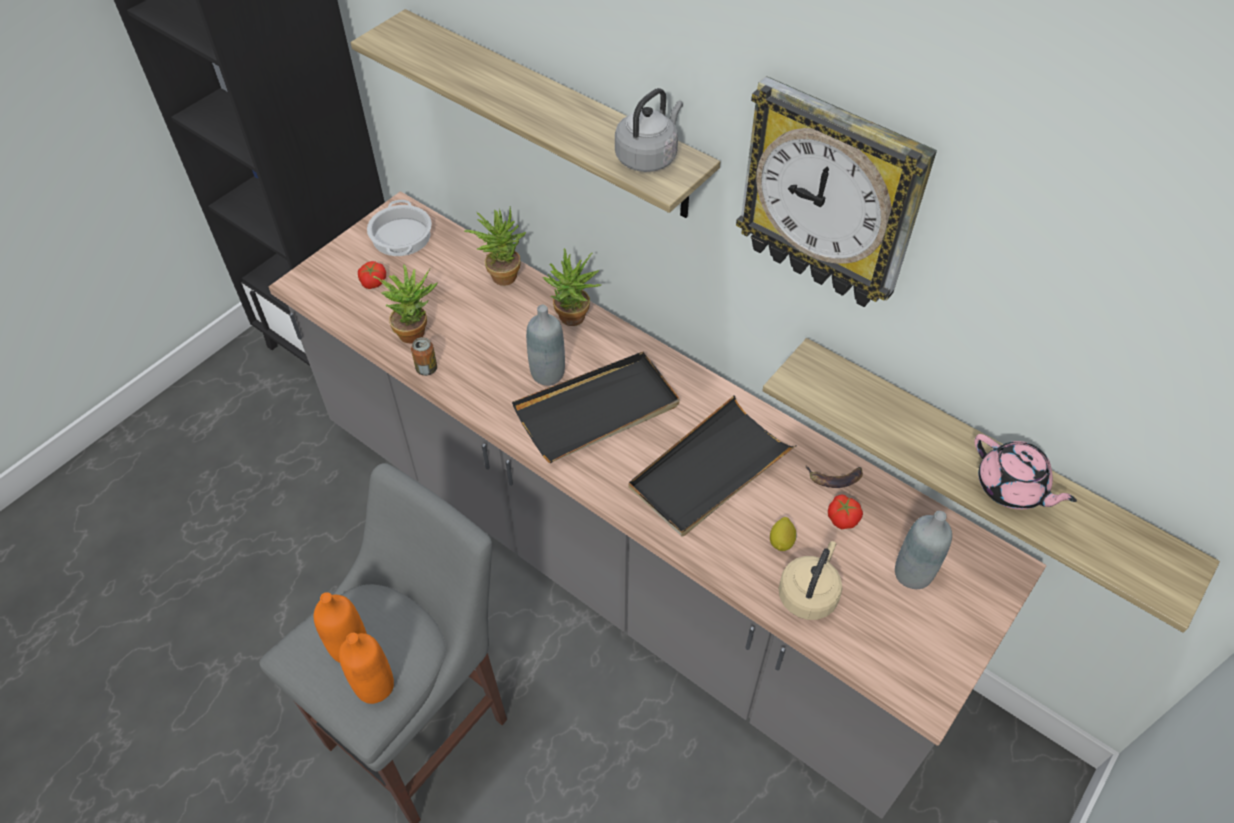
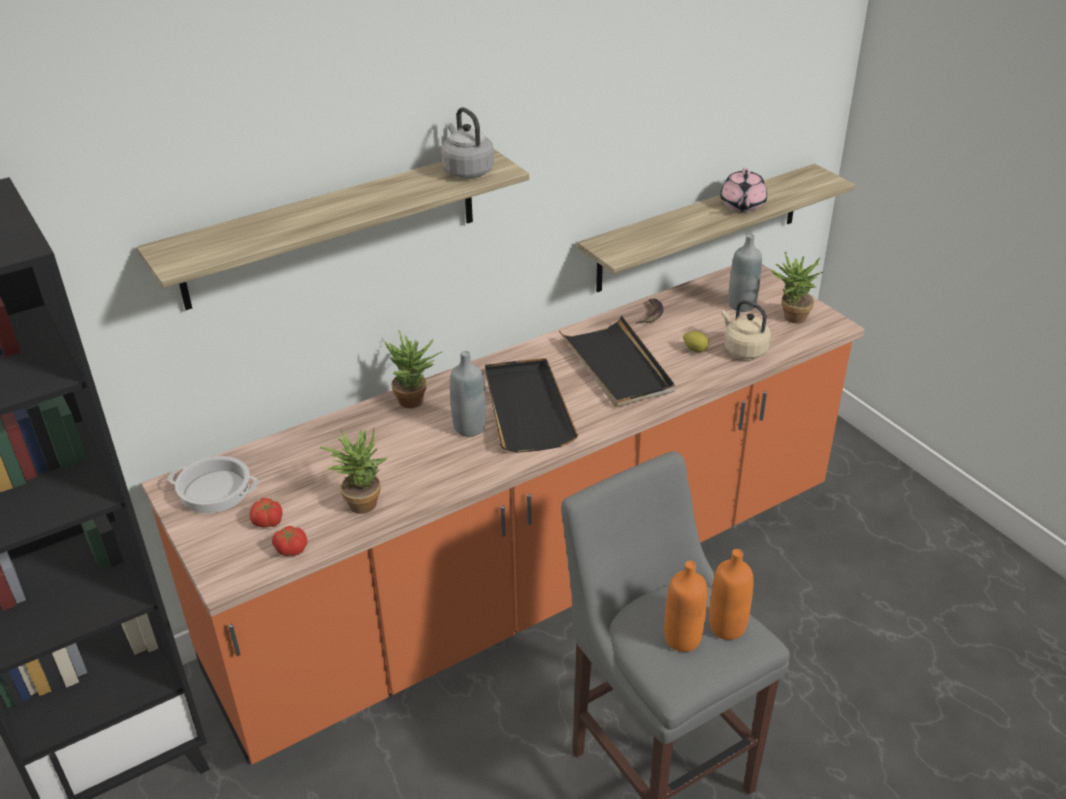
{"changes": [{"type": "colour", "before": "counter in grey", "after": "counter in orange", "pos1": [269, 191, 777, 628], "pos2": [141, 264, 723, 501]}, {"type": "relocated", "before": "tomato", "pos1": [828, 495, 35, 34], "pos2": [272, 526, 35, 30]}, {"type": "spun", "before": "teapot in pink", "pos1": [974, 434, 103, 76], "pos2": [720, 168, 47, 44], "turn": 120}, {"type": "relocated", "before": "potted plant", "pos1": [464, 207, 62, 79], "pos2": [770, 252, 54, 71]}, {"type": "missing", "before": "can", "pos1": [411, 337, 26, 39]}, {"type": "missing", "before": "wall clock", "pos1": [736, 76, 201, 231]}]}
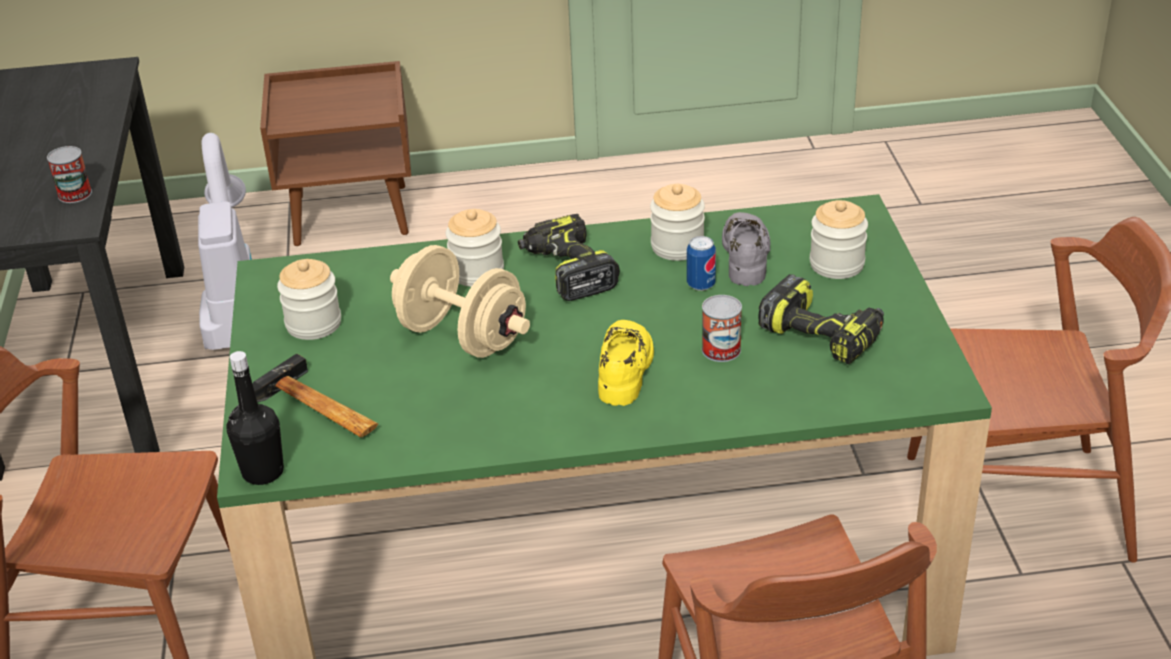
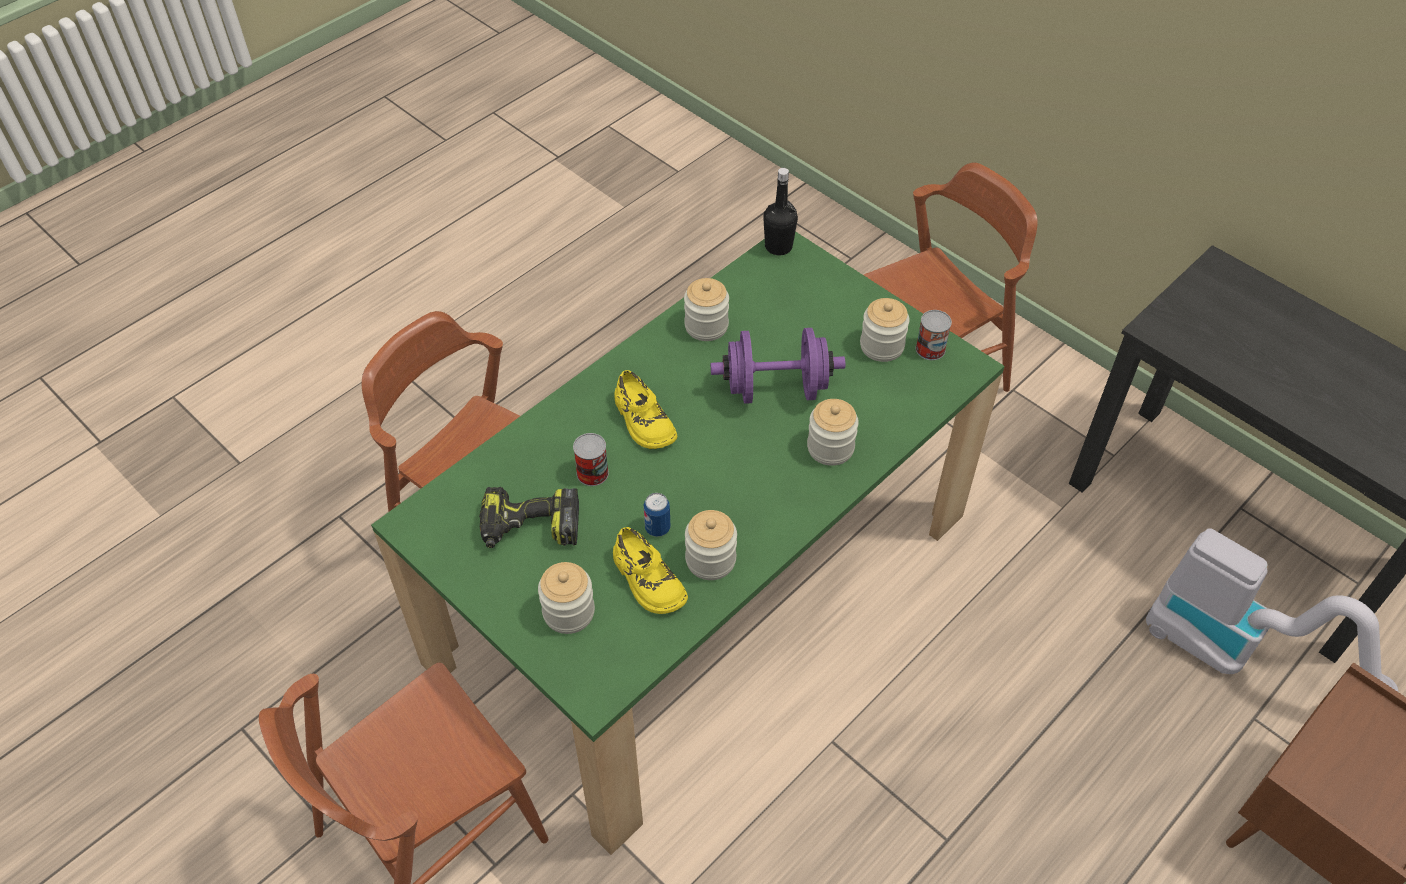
{"changes": [{"type": "colour", "before": "shoe in grey", "after": "shoe in yellow", "pos1": [722, 212, 49, 74], "pos2": [613, 527, 75, 87]}, {"type": "appeared", "after": "jar", "pos2": [684, 278, 45, 63]}, {"type": "colour", "before": "dumbbell in beige", "after": "dumbbell in purple", "pos1": [390, 245, 140, 113], "pos2": [711, 328, 134, 76]}, {"type": "relocated", "before": "can", "pos1": [47, 146, 45, 57], "pos2": [916, 310, 36, 50]}, {"type": "missing", "before": "hammer", "pos1": [252, 353, 126, 84]}, {"type": "missing", "before": "power drill", "pos1": [518, 214, 102, 87]}]}
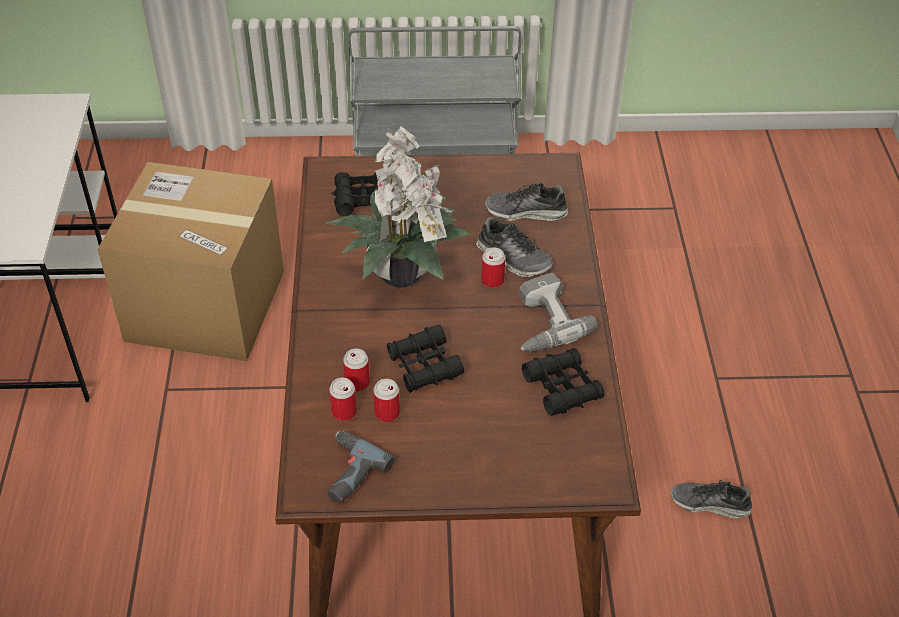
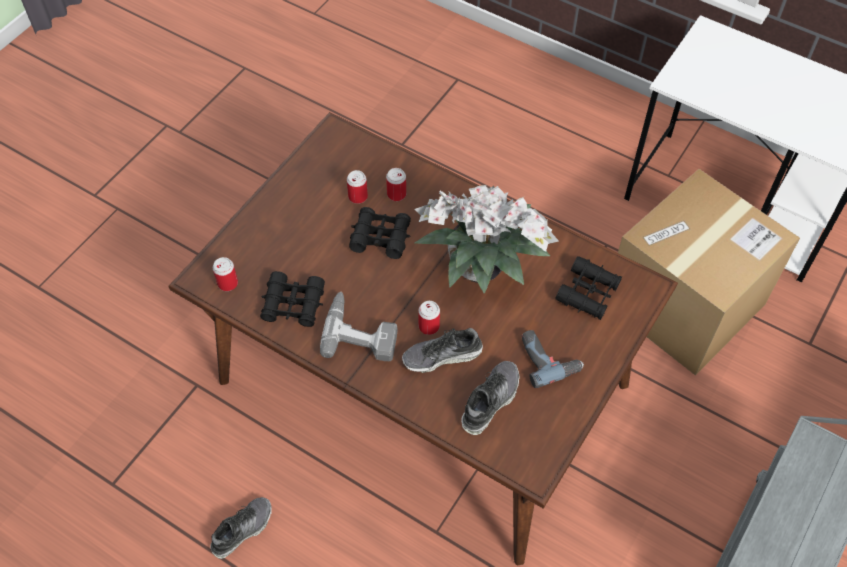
{"changes": [{"type": "relocated", "before": "can", "pos1": [329, 378, 28, 43], "pos2": [213, 257, 25, 34]}, {"type": "relocated", "before": "power drill", "pos1": [327, 430, 68, 74], "pos2": [521, 330, 63, 58]}]}
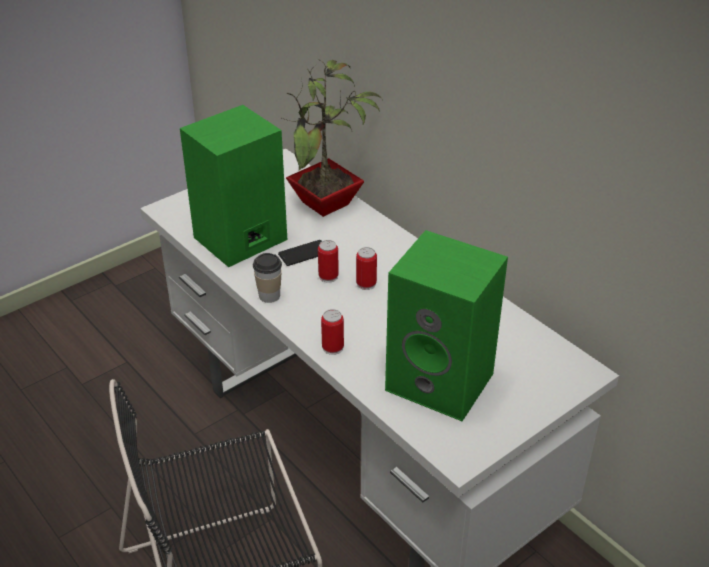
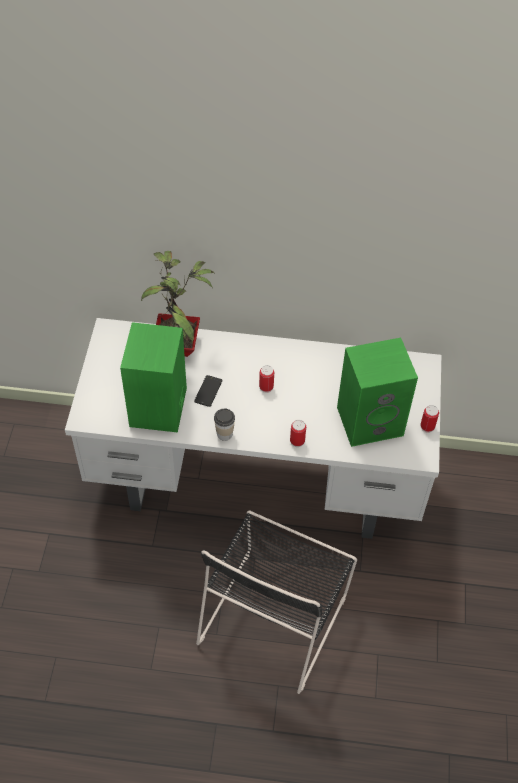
{"changes": [{"type": "relocated", "before": "can", "pos1": [318, 240, 21, 43], "pos2": [421, 405, 18, 28]}]}
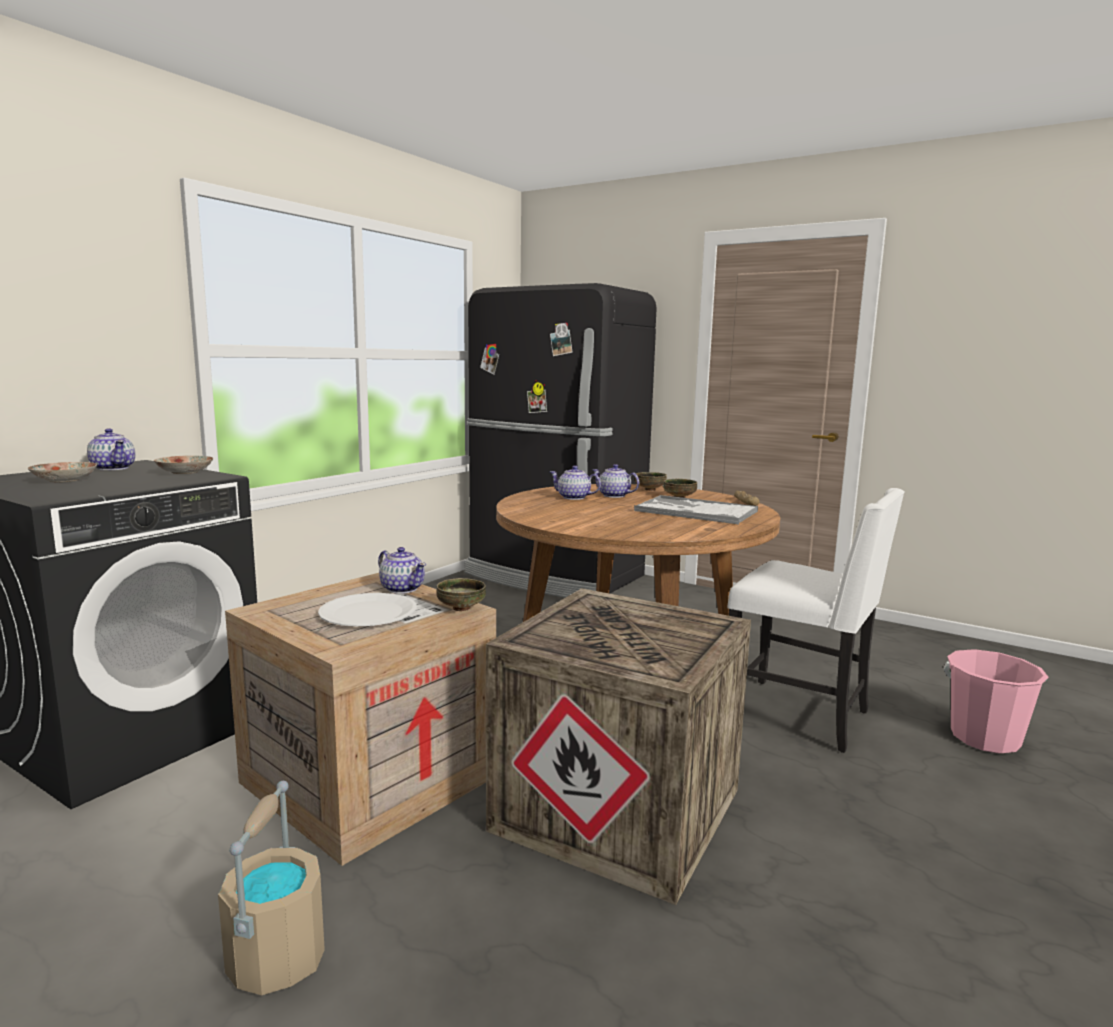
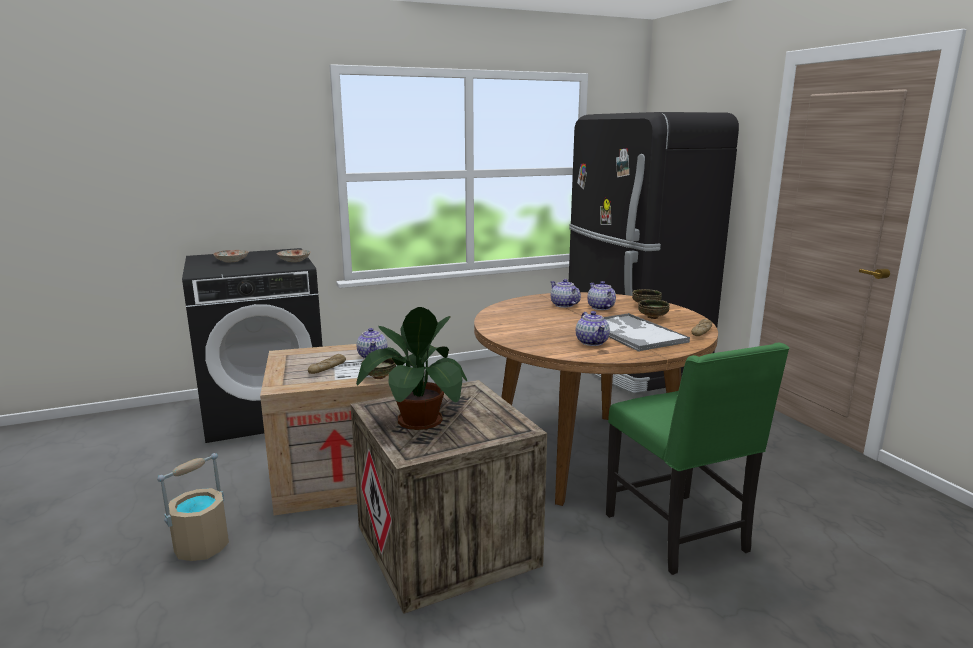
{"changes": [{"type": "exchanged", "before": "plate in white", "after": "bread", "pos1": [318, 593, 99, 33], "pos2": [308, 354, 38, 20]}, {"type": "appeared", "after": "potted plant", "pos2": [356, 307, 111, 123]}, {"type": "relocated", "before": "teapot", "pos1": [87, 428, 48, 43], "pos2": [576, 311, 34, 35]}, {"type": "colour", "before": "chair in white", "after": "chair in green", "pos1": [727, 488, 178, 265], "pos2": [606, 343, 183, 232]}, {"type": "missing", "before": "bucket in pink", "pos1": [944, 649, 105, 105]}]}
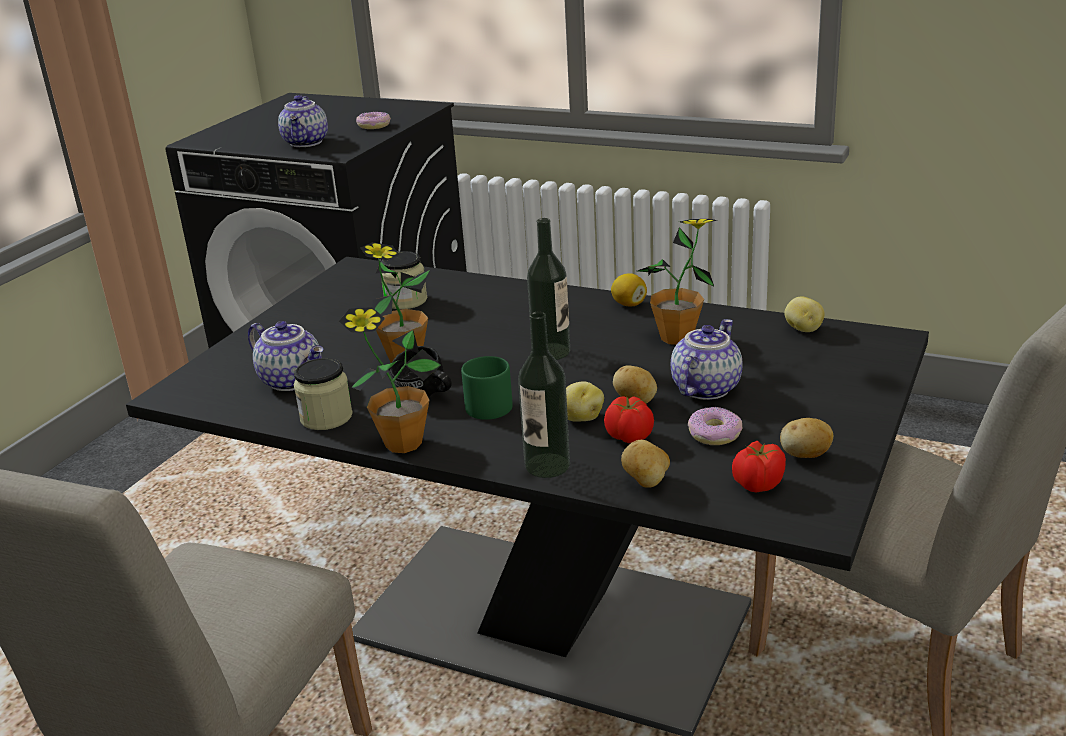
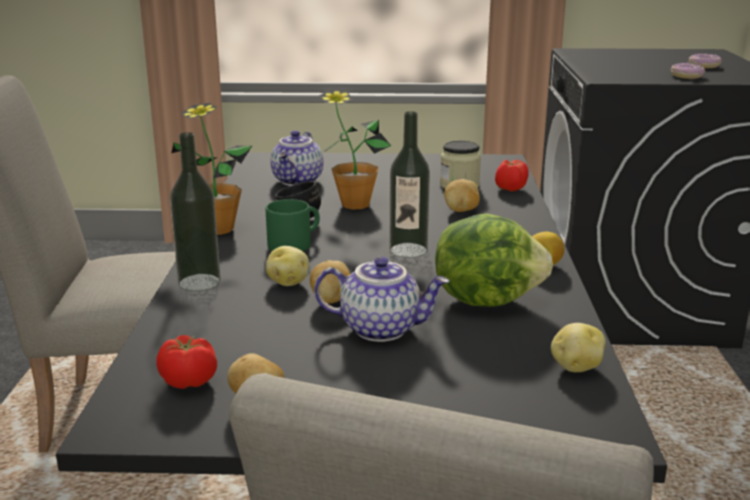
{"changes": [{"type": "exchanged", "before": "potted plant", "after": "lettuce", "pos1": [638, 219, 80, 126], "pos2": [435, 213, 118, 94]}, {"type": "relocated", "before": "potato", "pos1": [621, 440, 49, 48], "pos2": [444, 179, 36, 33]}, {"type": "relocated", "before": "tomato", "pos1": [604, 396, 50, 47], "pos2": [495, 160, 34, 31]}, {"type": "relocated", "before": "donut", "pos1": [688, 407, 54, 38], "pos2": [689, 53, 33, 15]}, {"type": "missing", "before": "teapot", "pos1": [278, 95, 50, 52]}, {"type": "missing", "before": "jar", "pos1": [293, 358, 60, 72]}]}
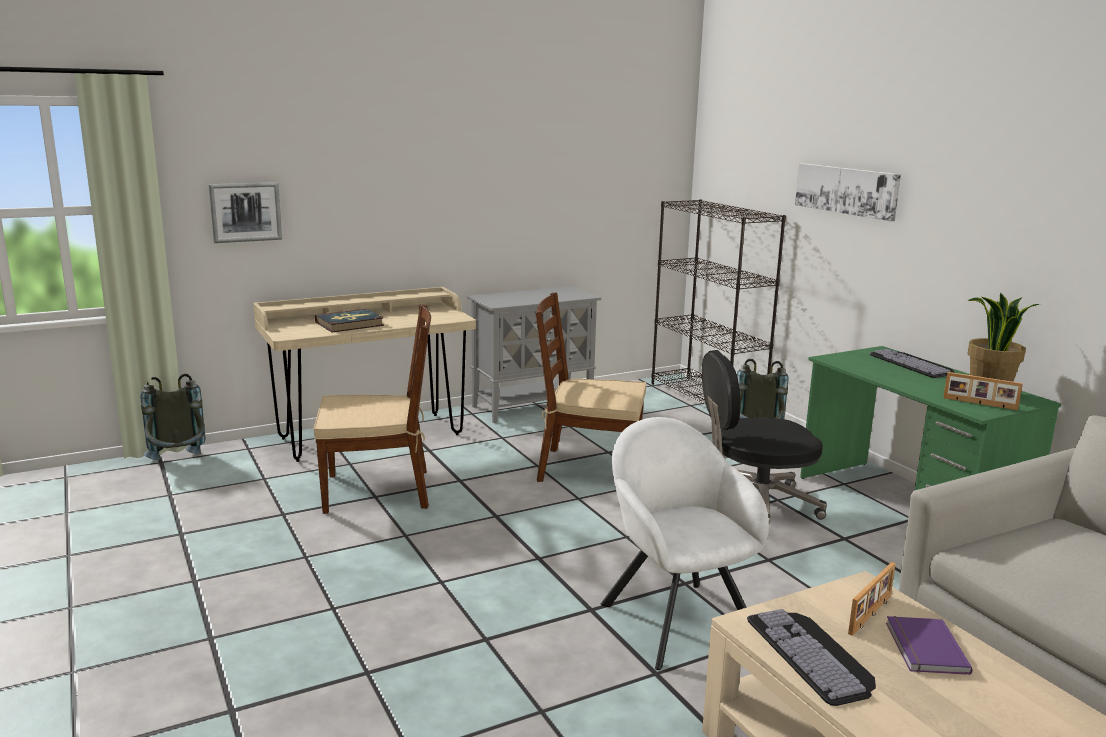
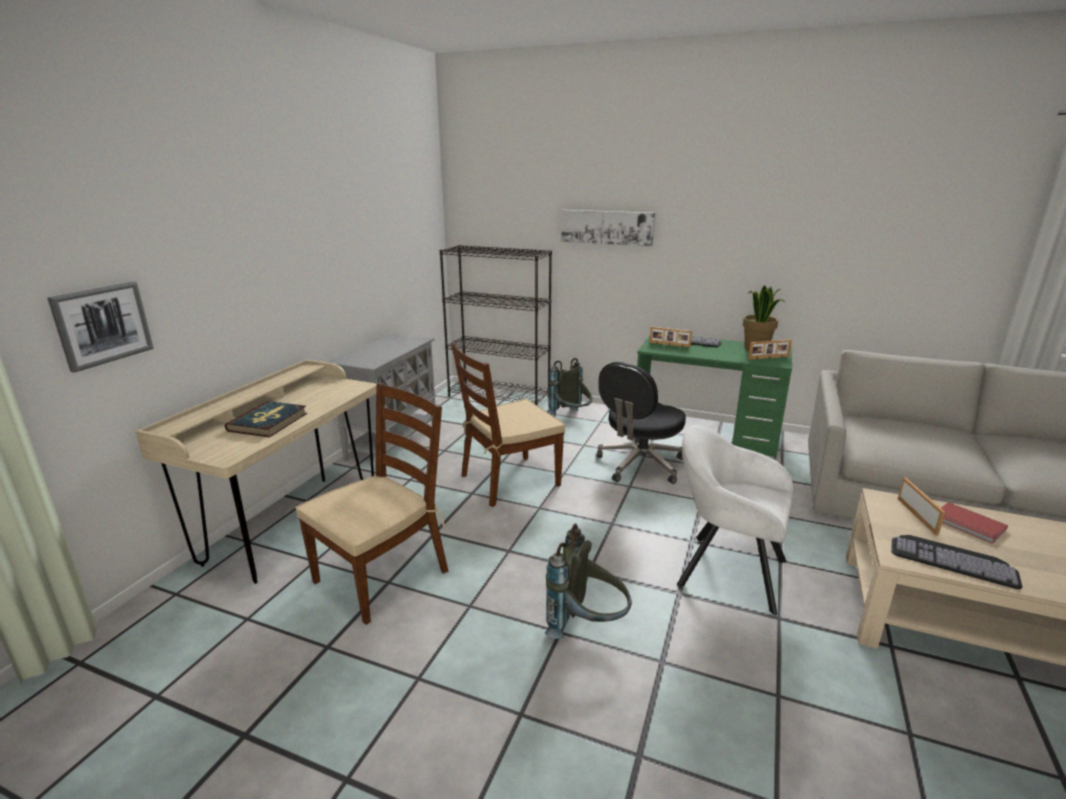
{"changes": [{"type": "relocated", "before": "backpack in grey", "pos1": [140, 374, 65, 86], "pos2": [545, 523, 87, 116]}, {"type": "appeared", "after": "picture frame", "pos2": [649, 327, 43, 21]}, {"type": "colour", "before": "book in purple", "after": "book in red", "pos1": [886, 616, 87, 59], "pos2": [941, 502, 67, 41]}]}
